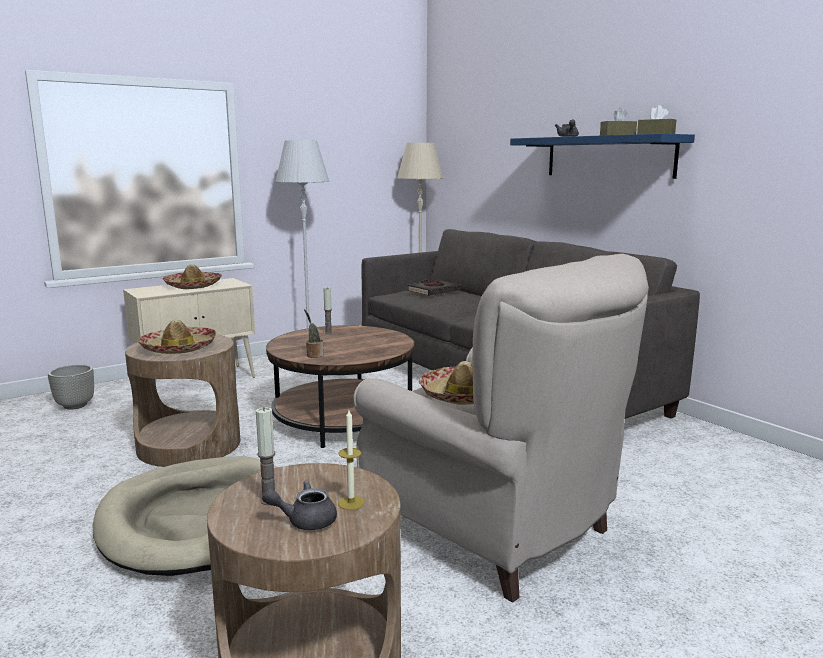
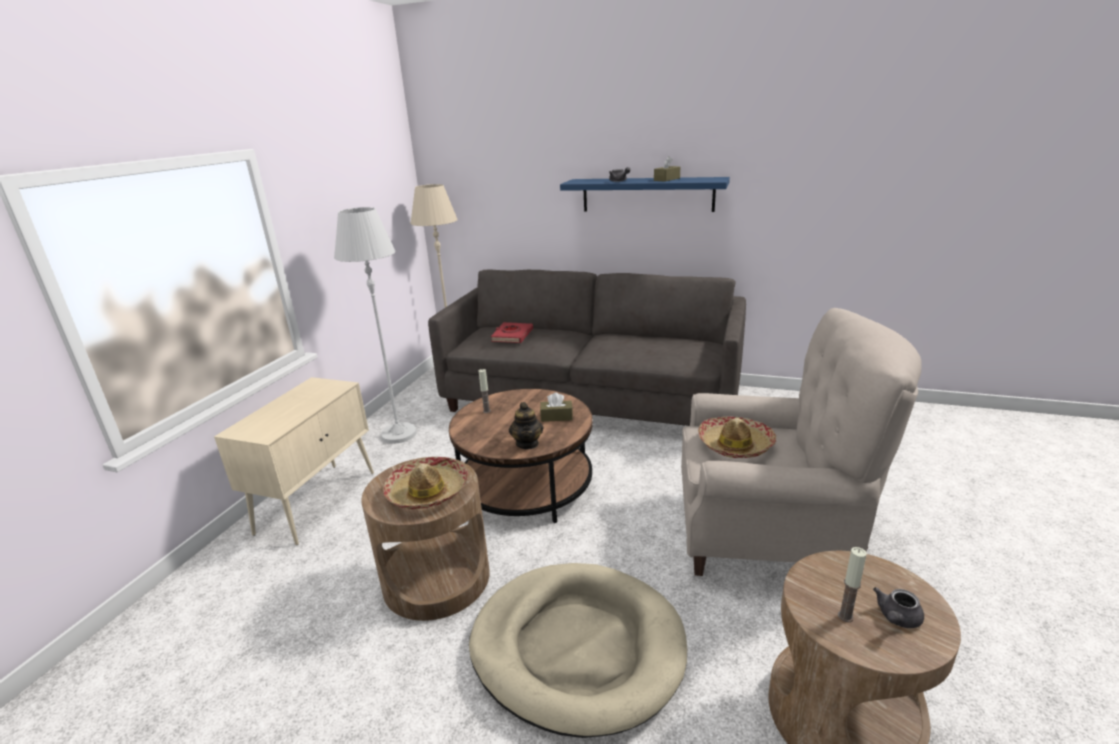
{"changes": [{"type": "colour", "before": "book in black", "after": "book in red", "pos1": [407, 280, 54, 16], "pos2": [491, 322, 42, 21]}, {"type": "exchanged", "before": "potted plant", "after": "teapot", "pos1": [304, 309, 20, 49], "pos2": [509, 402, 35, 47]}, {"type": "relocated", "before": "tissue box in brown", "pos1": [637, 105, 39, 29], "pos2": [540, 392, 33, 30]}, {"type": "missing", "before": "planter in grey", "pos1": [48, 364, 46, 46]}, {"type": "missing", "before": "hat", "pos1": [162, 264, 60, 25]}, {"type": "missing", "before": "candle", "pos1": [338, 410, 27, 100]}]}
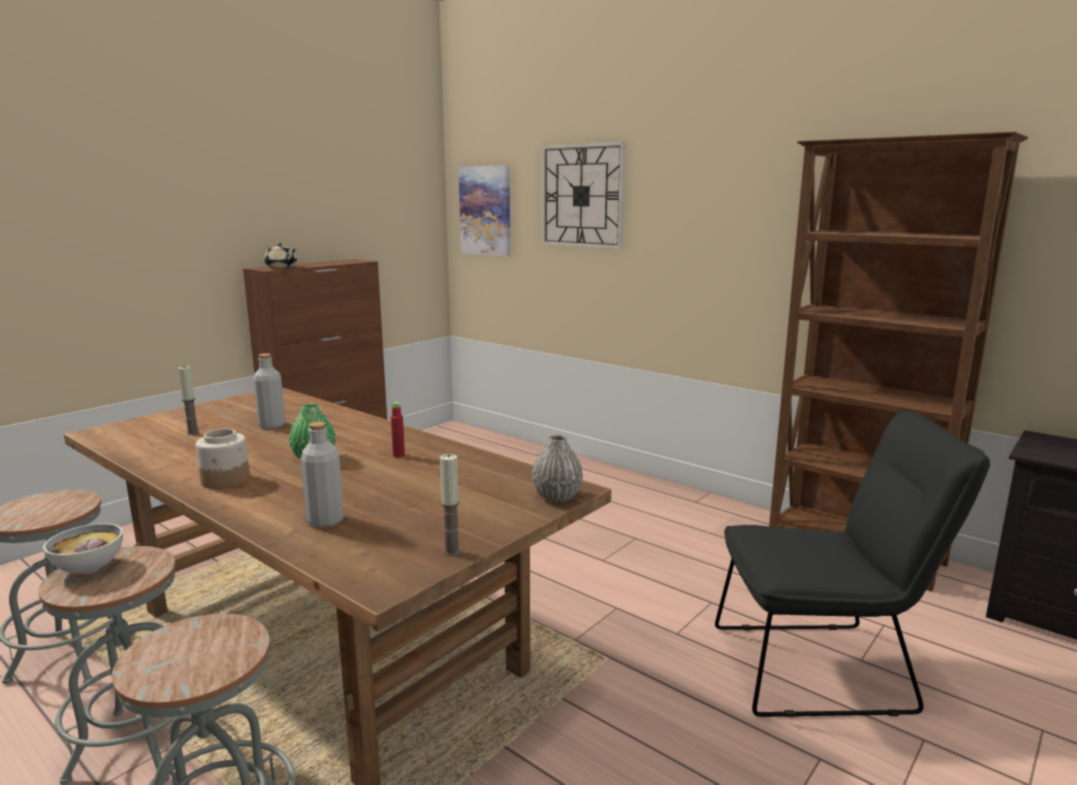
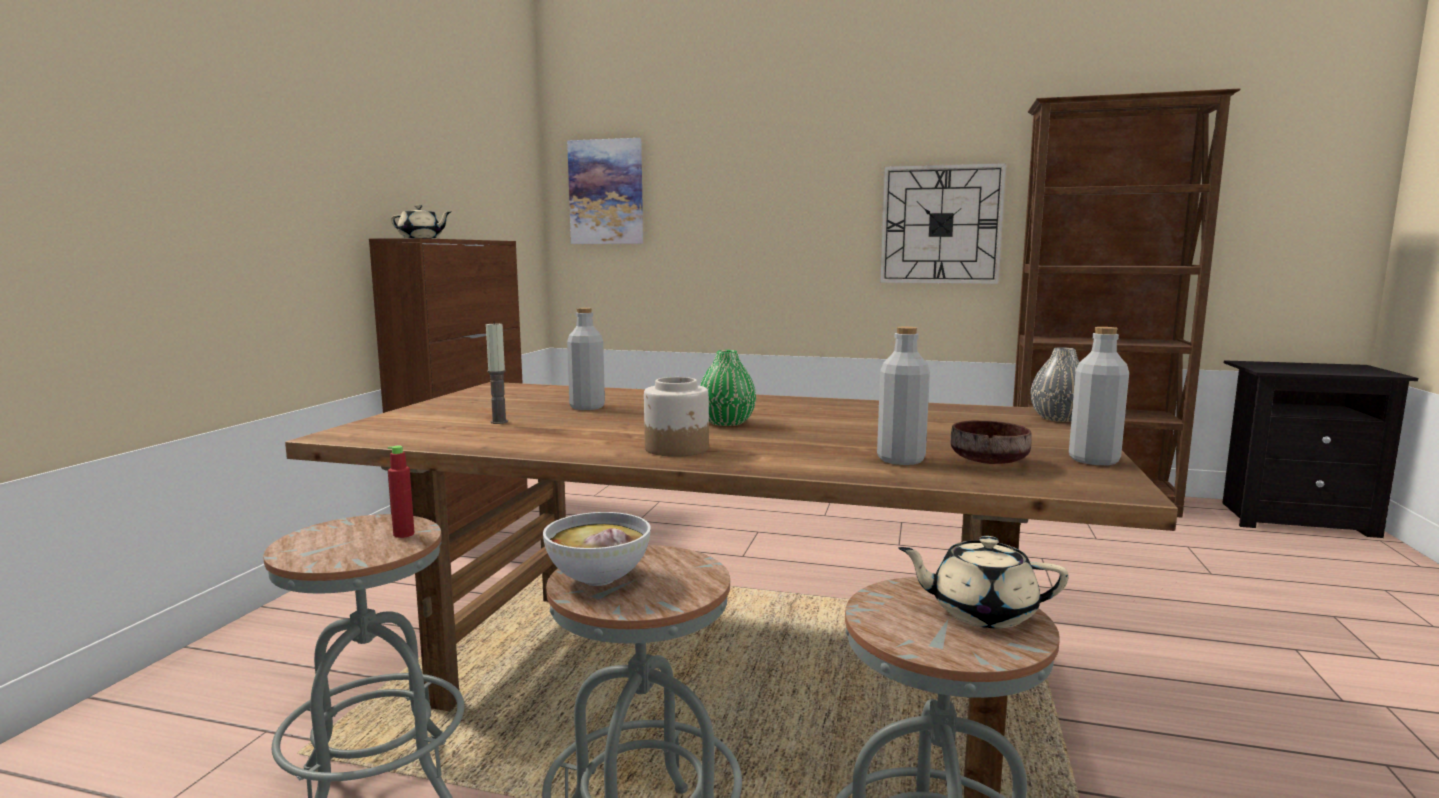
{"changes": [{"type": "relocated", "before": "bottle in red", "pos1": [391, 402, 14, 55], "pos2": [388, 446, 27, 92]}, {"type": "relocated", "before": "wall clock", "pos1": [541, 141, 85, 108], "pos2": [880, 163, 127, 121]}, {"type": "appeared", "after": "teapot in beige", "pos2": [898, 536, 171, 92]}, {"type": "appeared", "after": "bowl in brown", "pos2": [950, 420, 82, 44]}, {"type": "exchanged", "before": "candle", "after": "bottle in grey", "pos1": [440, 454, 21, 102], "pos2": [1069, 327, 60, 138]}, {"type": "missing", "before": "chair in black", "pos1": [715, 409, 275, 308]}]}
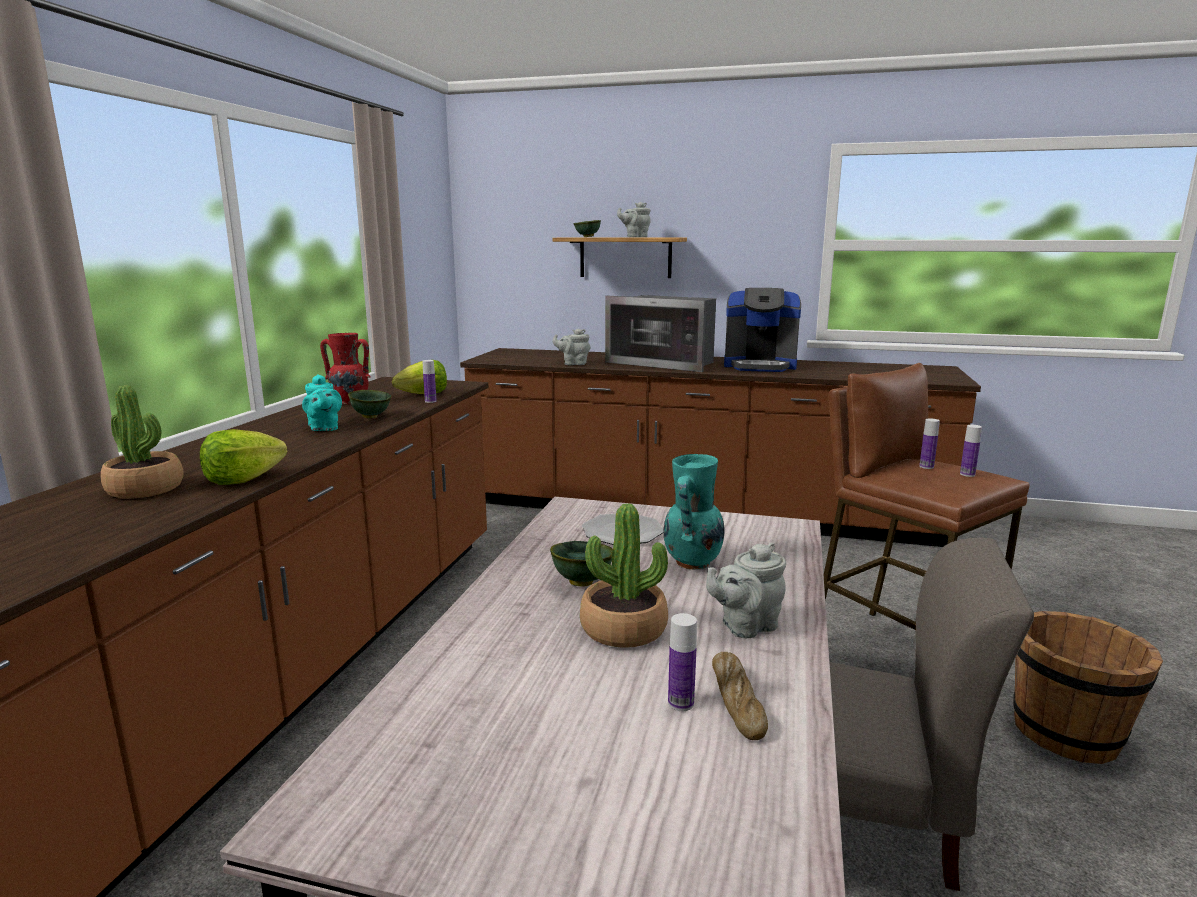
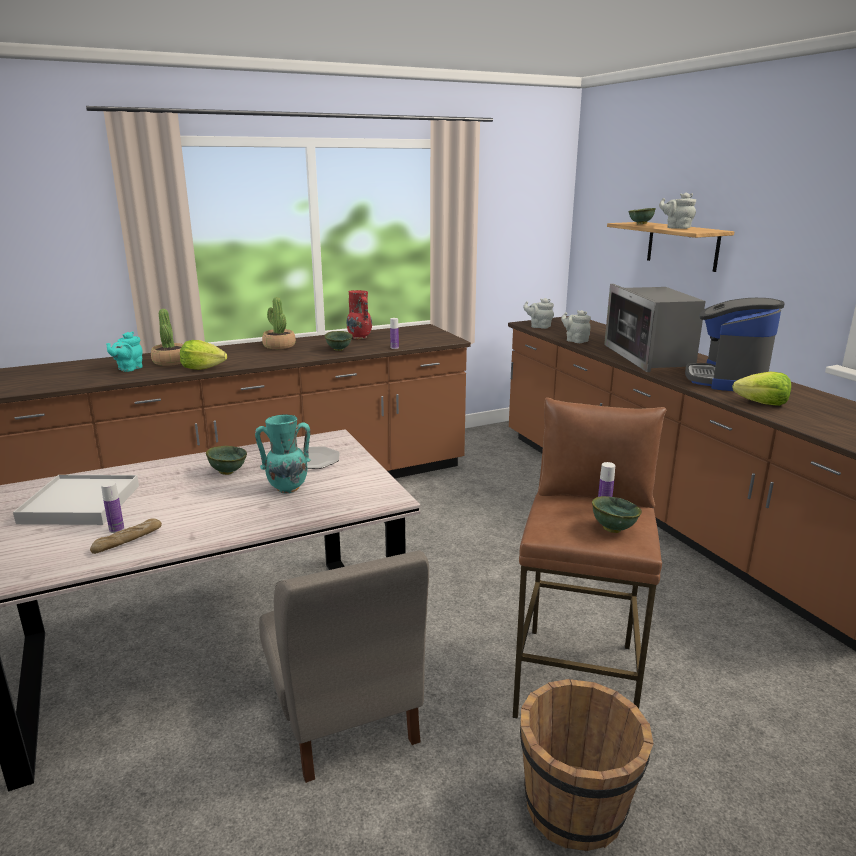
{"changes": [{"type": "appeared", "after": "tray in white", "pos2": [13, 475, 126, 50]}, {"type": "relocated", "before": "teapot in turquoise", "pos1": [302, 374, 40, 57], "pos2": [106, 331, 37, 41]}, {"type": "relocated", "before": "potted plant", "pos1": [580, 503, 88, 145], "pos2": [262, 297, 34, 52]}, {"type": "relocated", "before": "teapot in grey", "pos1": [706, 543, 80, 95], "pos2": [523, 298, 31, 31]}, {"type": "exchanged", "before": "bottle", "after": "bowl in green", "pos1": [960, 425, 22, 52], "pos2": [592, 496, 50, 37]}, {"type": "spun", "before": "coffee machine", "pos1": [724, 288, 77, 84], "pos2": [685, 298, 100, 93], "turn": 45}, {"type": "relocated", "before": "lettuce", "pos1": [392, 360, 55, 34], "pos2": [733, 372, 58, 34]}]}
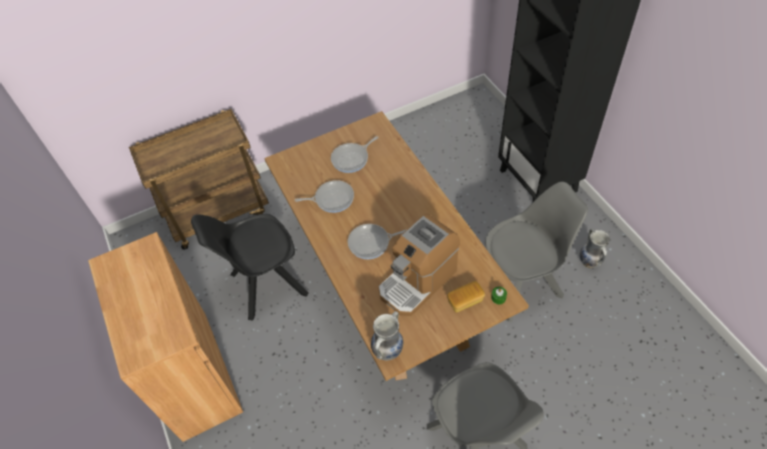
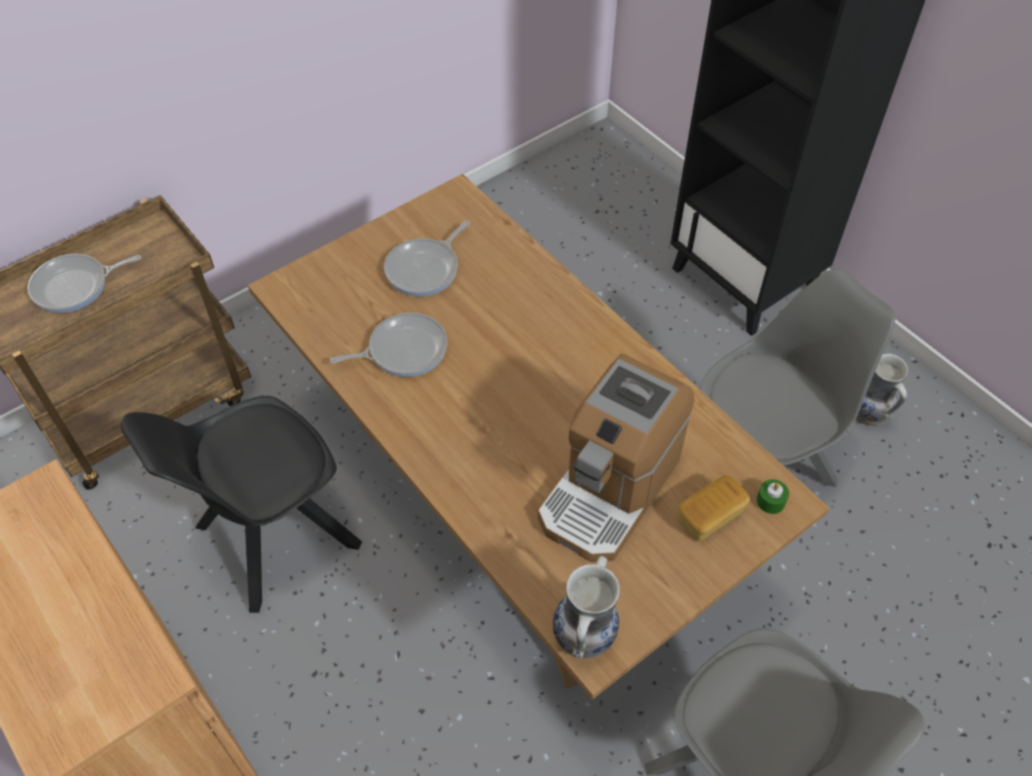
{"changes": [{"type": "relocated", "before": "frying pan", "pos1": [348, 224, 59, 35], "pos2": [28, 254, 113, 59]}]}
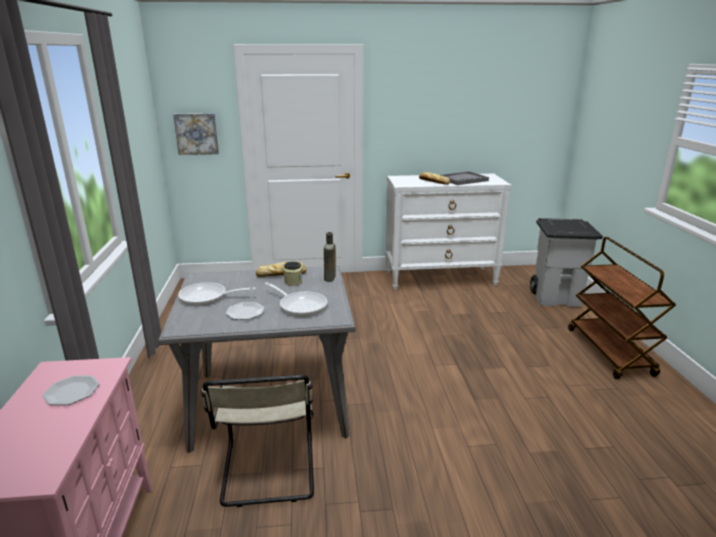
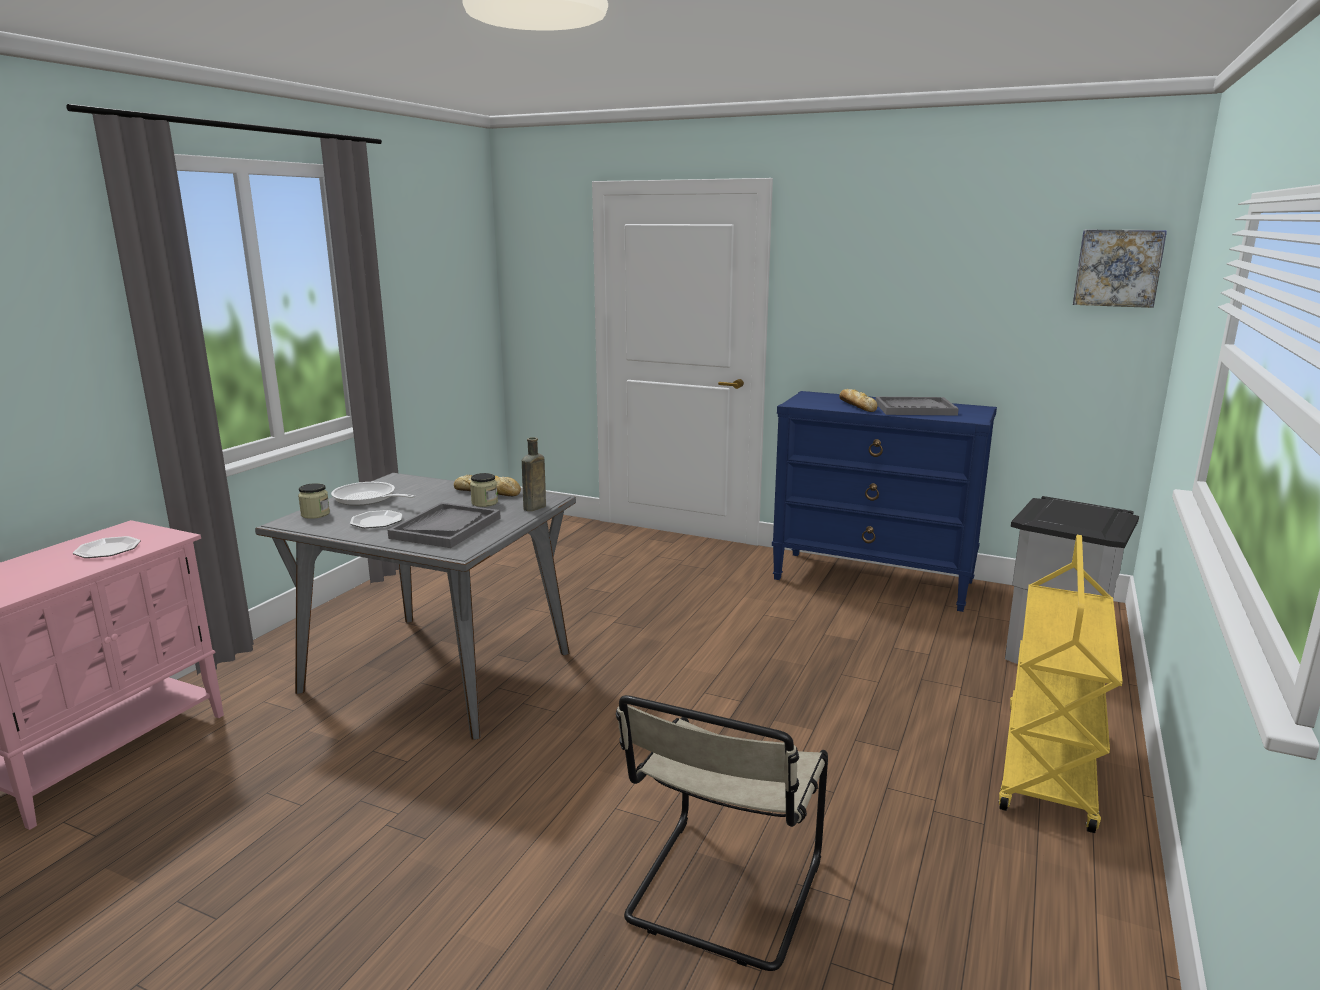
{"changes": [{"type": "appeared", "after": "jar", "pos2": [298, 483, 32, 36]}, {"type": "exchanged", "before": "frying pan", "after": "tray in grey", "pos1": [265, 282, 62, 34], "pos2": [387, 502, 114, 46]}, {"type": "relocated", "before": "chair in beige", "pos1": [201, 375, 113, 132], "pos2": [616, 695, 212, 276]}, {"type": "colour", "before": "dresser in white", "after": "dresser in blue", "pos1": [385, 174, 127, 116], "pos2": [772, 391, 225, 221]}, {"type": "colour", "before": "cart in brown", "after": "cart in yellow", "pos1": [568, 237, 108, 142], "pos2": [998, 535, 125, 298]}, {"type": "relocated", "before": "picture", "pos1": [173, 113, 46, 42], "pos2": [1073, 230, 94, 78]}]}
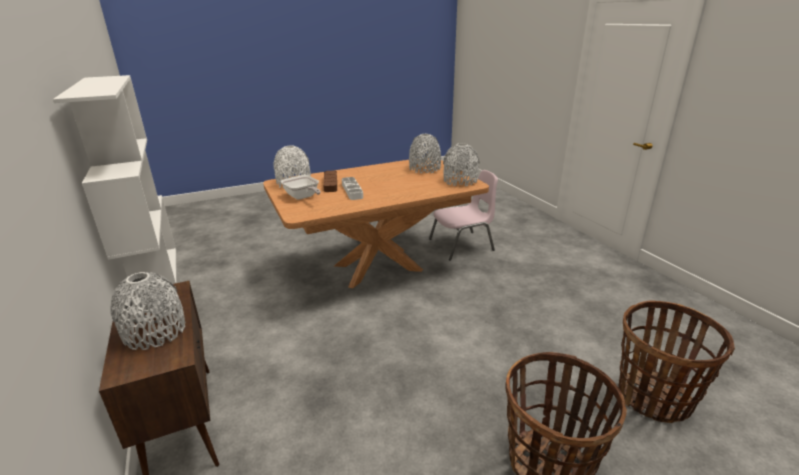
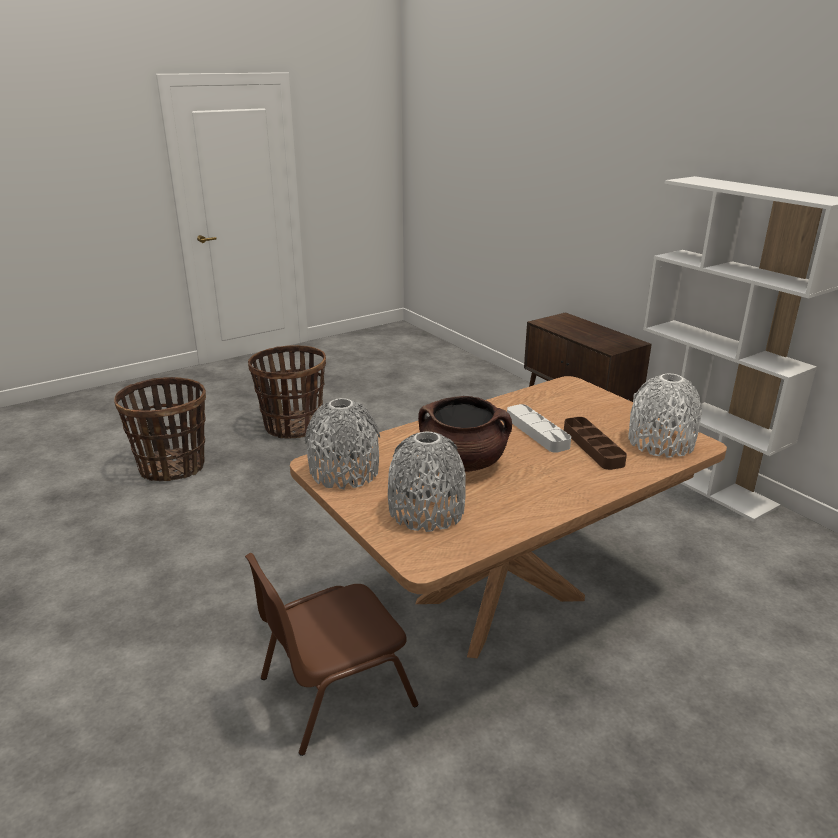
{"changes": [{"type": "colour", "before": "chair in pink", "after": "chair in brown", "pos1": [429, 170, 69, 90], "pos2": [245, 553, 173, 203]}, {"type": "appeared", "after": "cooking pot in brown", "pos2": [418, 396, 94, 76]}, {"type": "missing", "before": "vase in grey", "pos1": [110, 272, 75, 78]}, {"type": "missing", "before": "frying pan", "pos1": [281, 175, 40, 25]}]}
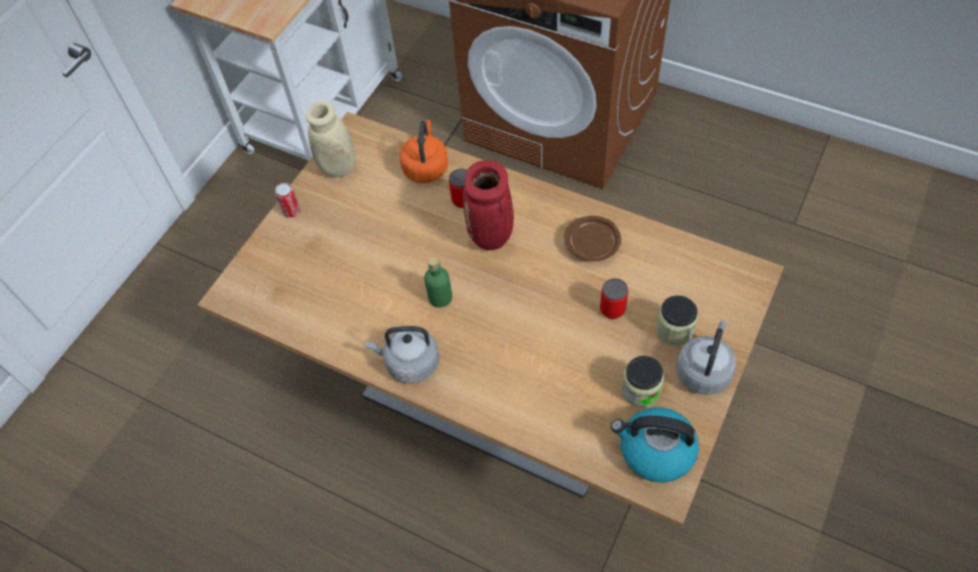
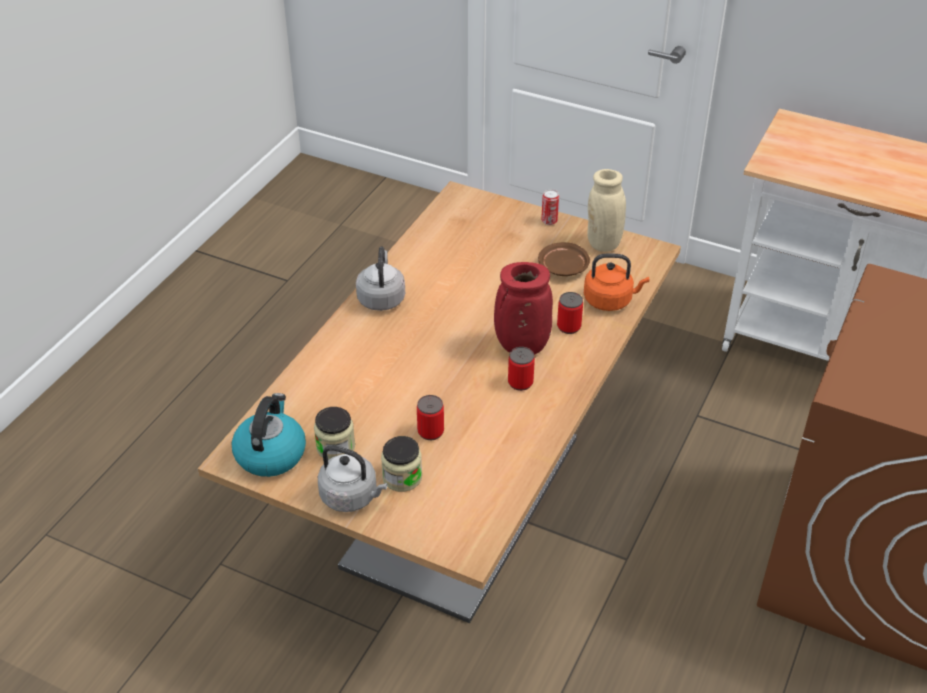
{"changes": [{"type": "appeared", "after": "can", "pos2": [508, 347, 27, 44]}, {"type": "relocated", "before": "plate in brown", "pos1": [564, 216, 57, 45], "pos2": [538, 242, 52, 34]}, {"type": "missing", "before": "bottle in green", "pos1": [424, 257, 28, 51]}]}
